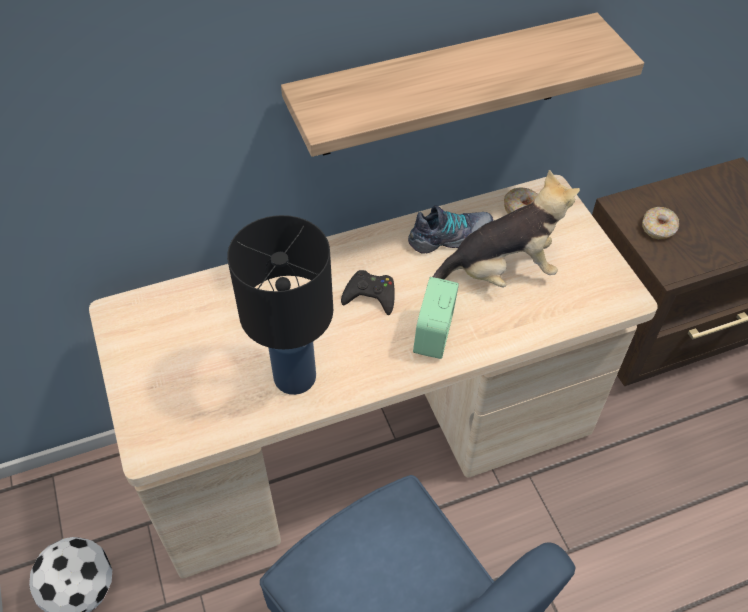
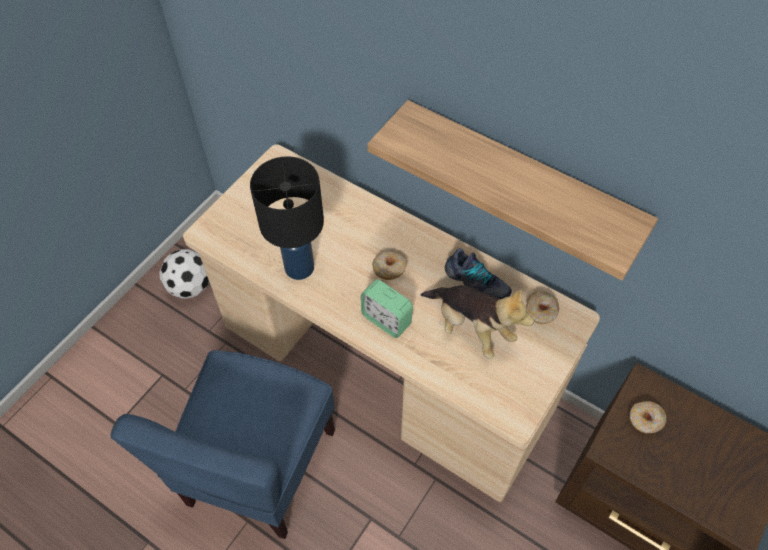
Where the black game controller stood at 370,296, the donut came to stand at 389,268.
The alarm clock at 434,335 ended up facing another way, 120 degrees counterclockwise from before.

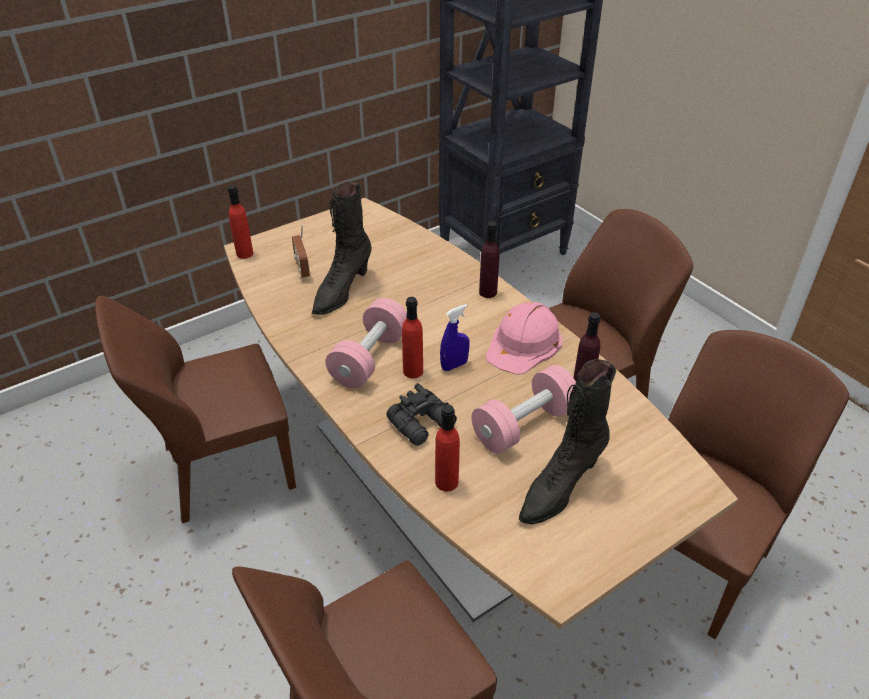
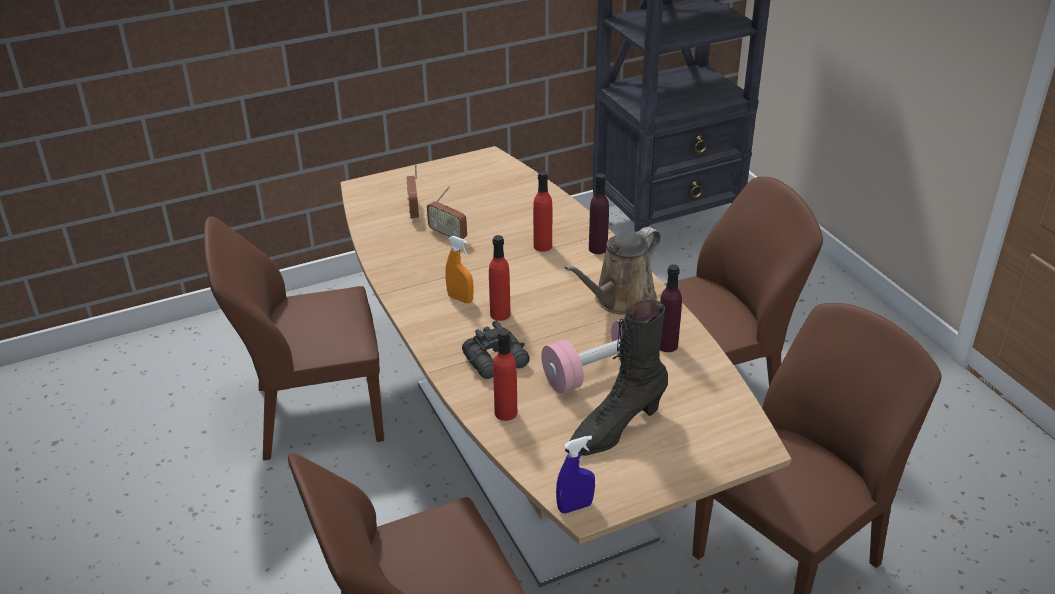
The red bottle ended up elsewhere, having gone from 244,254 to 542,246.
Where the black boot stood at 341,291, the radio came to stand at 448,235.
Where the pink dumbbell stood at 369,358, the orange spray bottle came to stand at 460,299.
The blue spray bottle ended up elsewhere, having gone from 454,365 to 575,507.
Where the pink hard hat stood at 524,344, the brown watering can came to stand at 620,300.

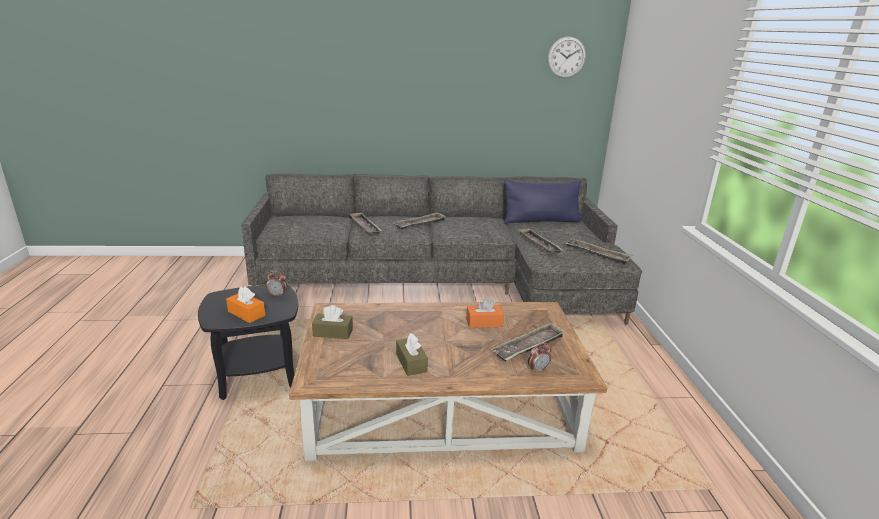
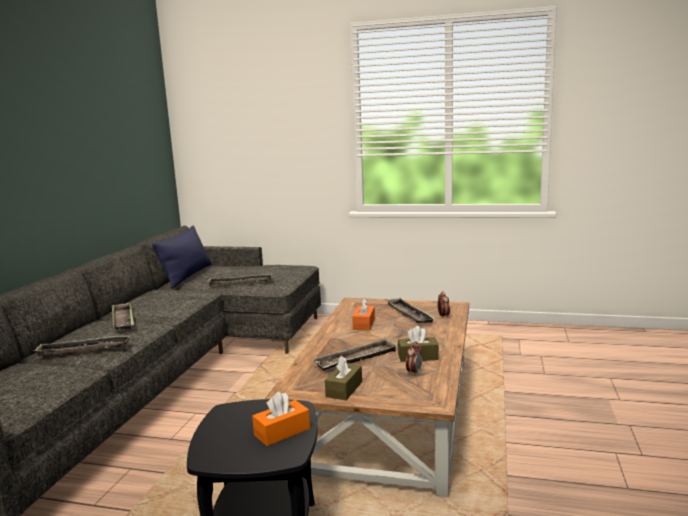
The alarm clock ended up elsewhere, having gone from 278,295 to 414,372.
The second view lost the wall clock at 566,57.
The tray ended up elsewhere, having gone from 597,254 to 356,359.

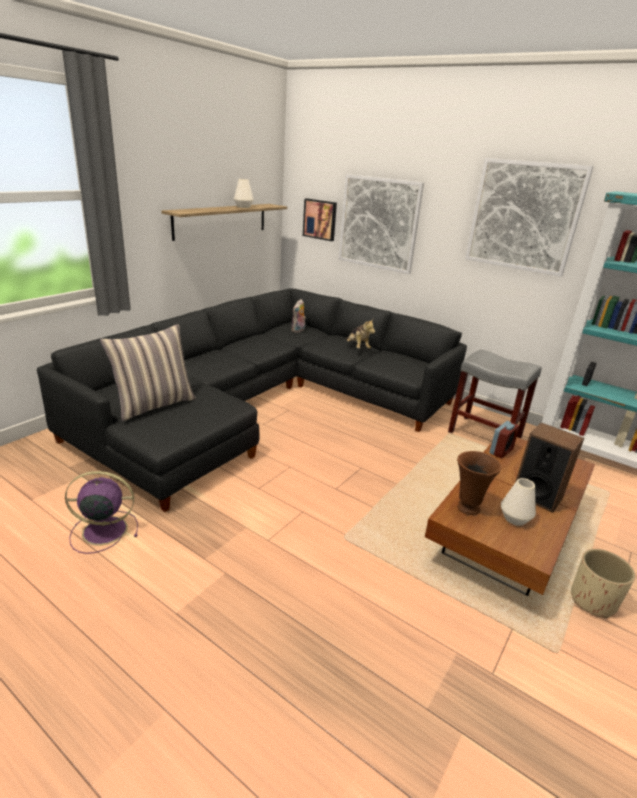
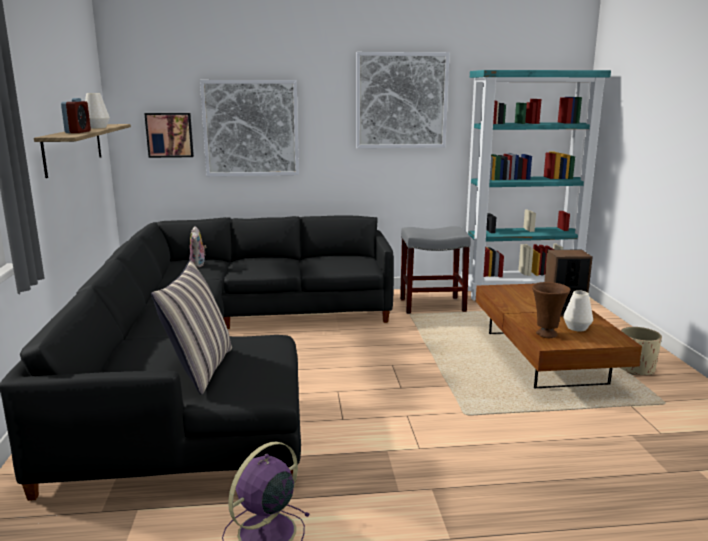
The second view lost the plush toy at 357,347.
The alarm clock ended up elsewhere, having gone from 501,451 to 78,132.

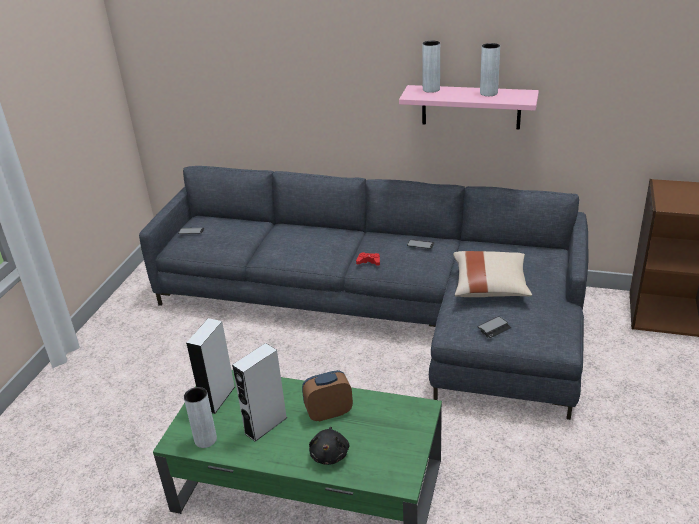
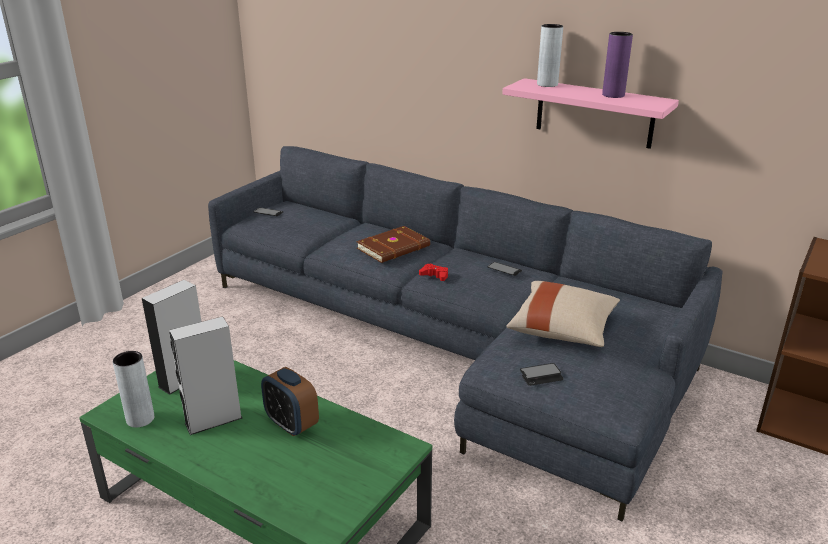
The alarm clock at 329,412 ended up facing another way, 135 degrees counterclockwise from before.
The second view lost the black plush toy at 330,454.
What was the grey vase at 488,93 turned into the purple vase at 613,95.
The second view gained the brown book at 394,248.

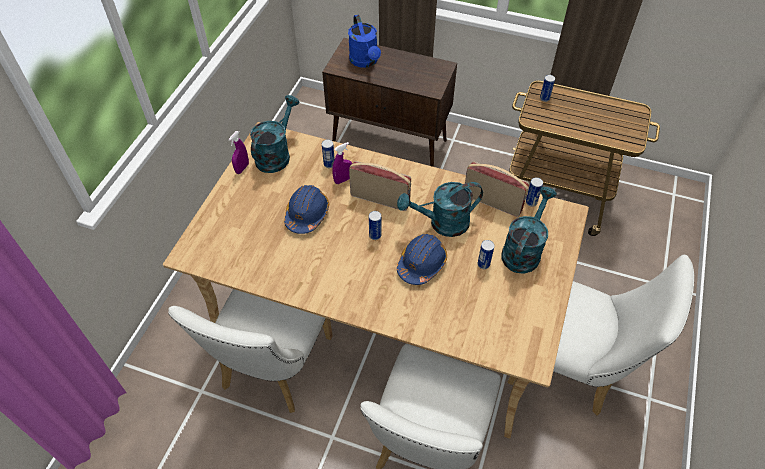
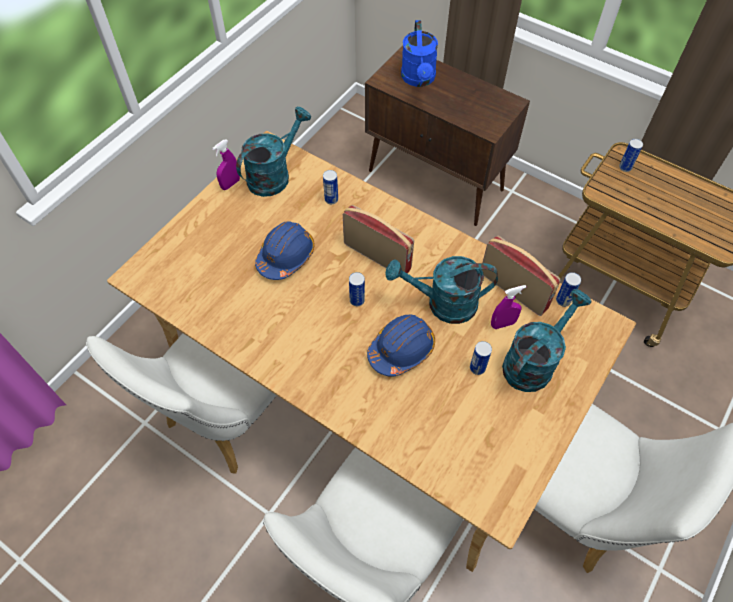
The purple spray bottle ended up elsewhere, having gone from 343,180 to 503,324.

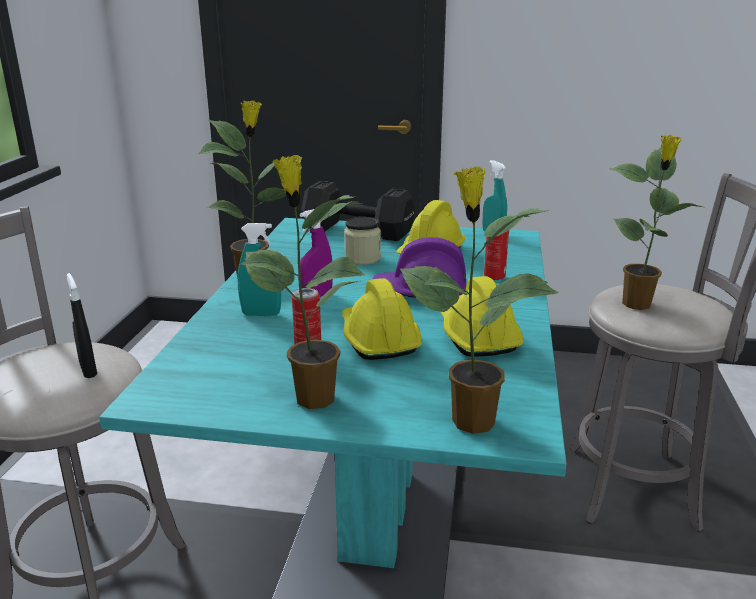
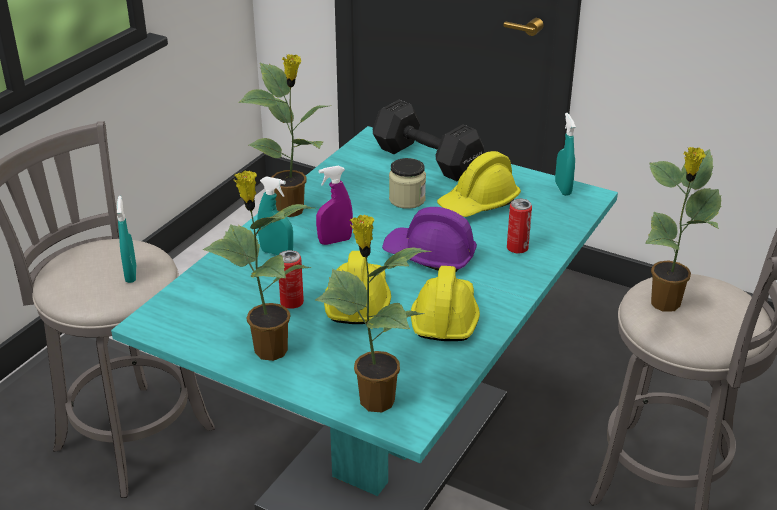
What was the black spray bottle at 88,370 turned into the turquoise spray bottle at 131,274.

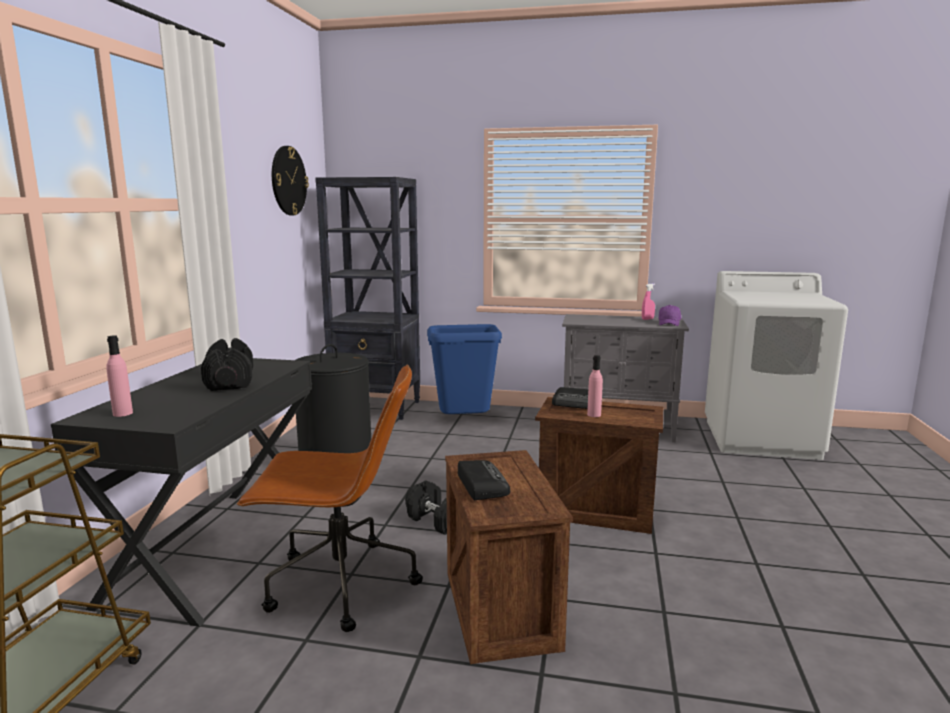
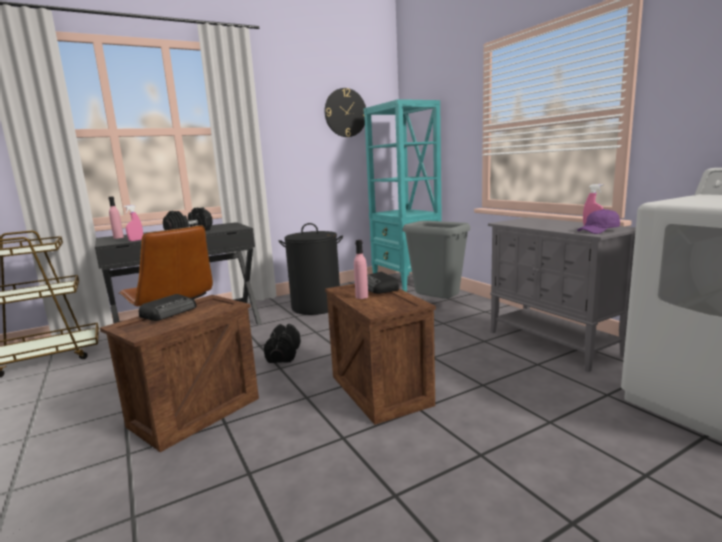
What was the black bookcase at 377,408 turned into the turquoise bookcase at 406,283.
What was the blue trash can at 464,423 turned into the grey trash can at 437,305.
The second view gained the pink spray bottle at 136,240.

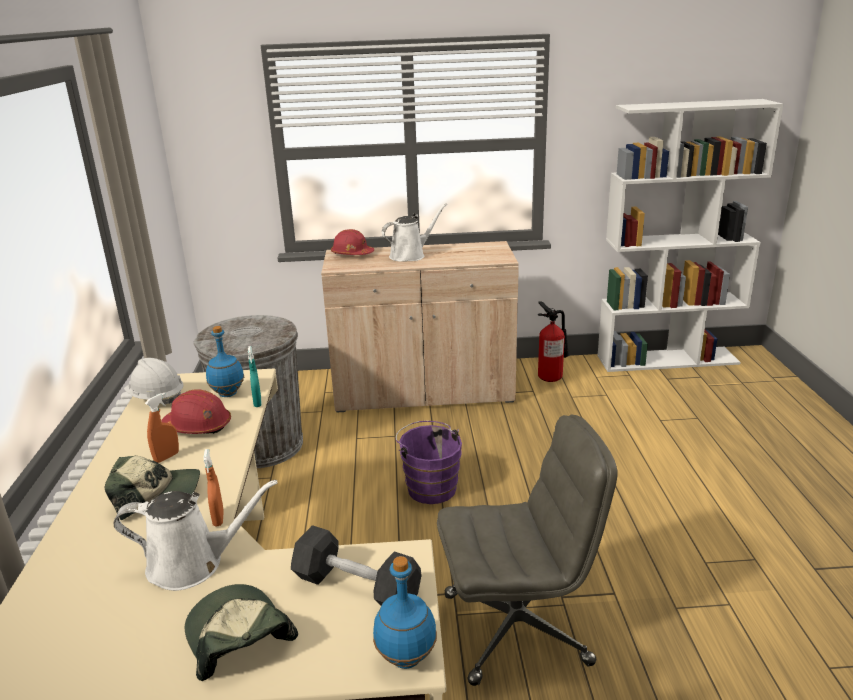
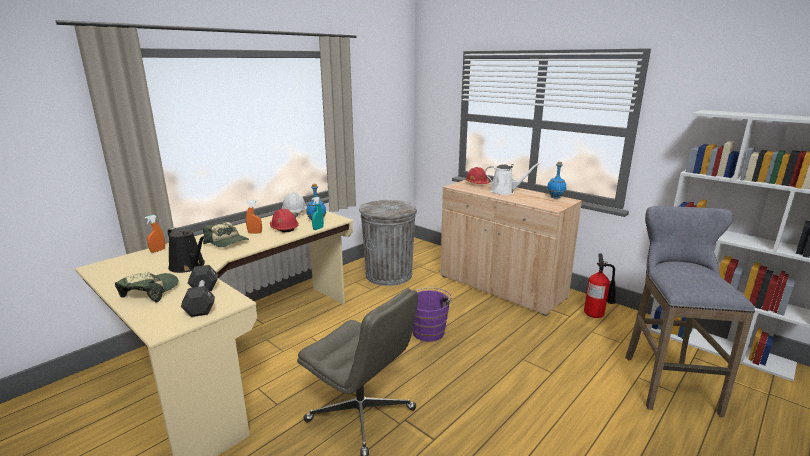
What was the white watering can at 193,564 turned into the black watering can at 189,266.
The orange spray bottle ended up elsewhere, having gone from 218,518 to 158,250.
The blue bottle ended up elsewhere, having gone from 407,657 to 555,197.
The second view gained the grey stool at 666,380.

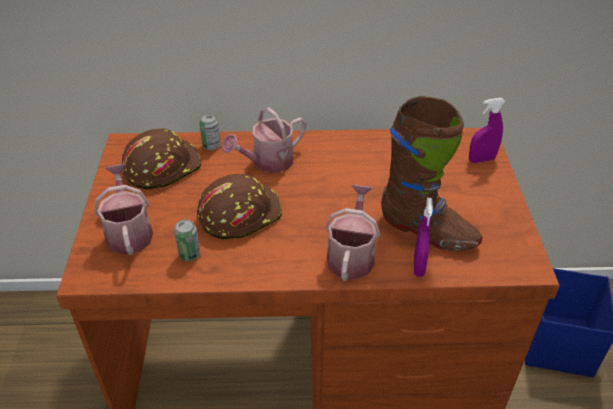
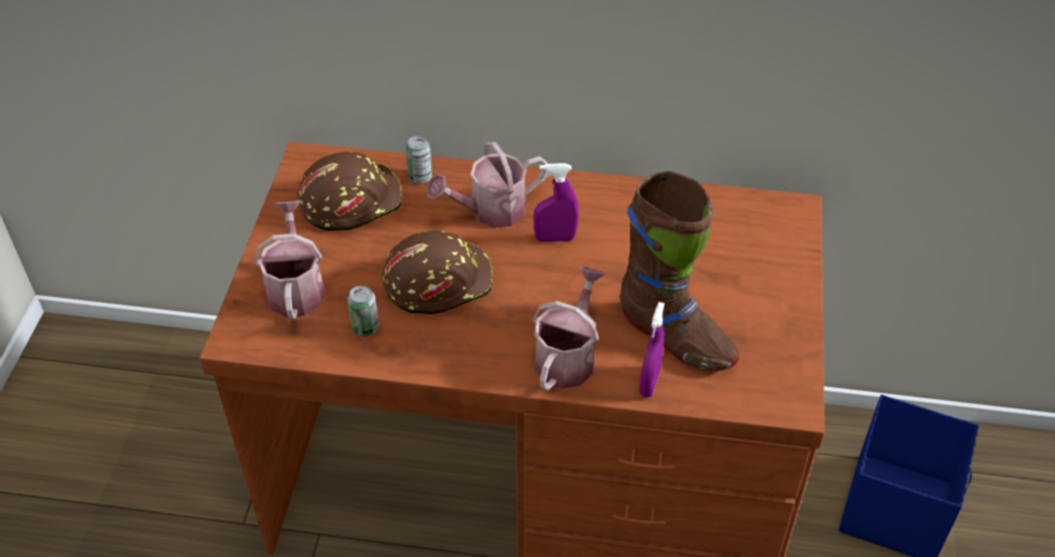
The purple spray bottle ended up elsewhere, having gone from 481,160 to 555,238.

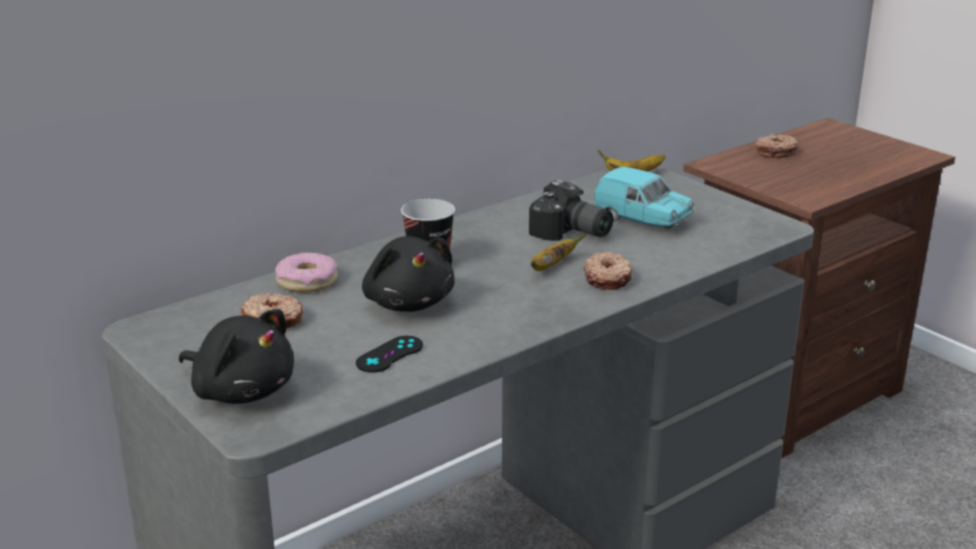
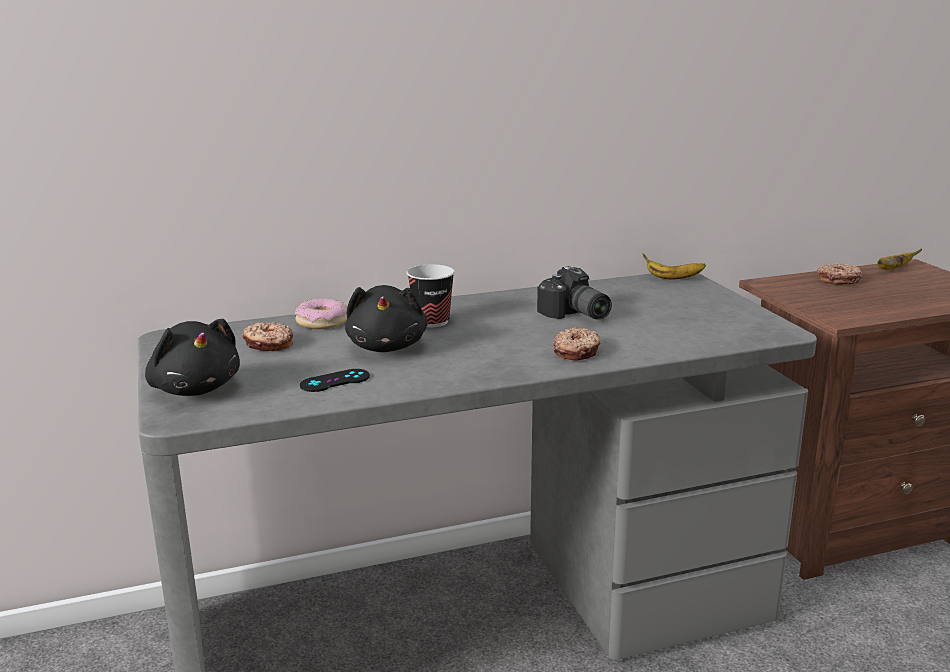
The banana ended up elsewhere, having gone from 552,266 to 892,269.
The second view lost the turquoise toy car at 642,220.

